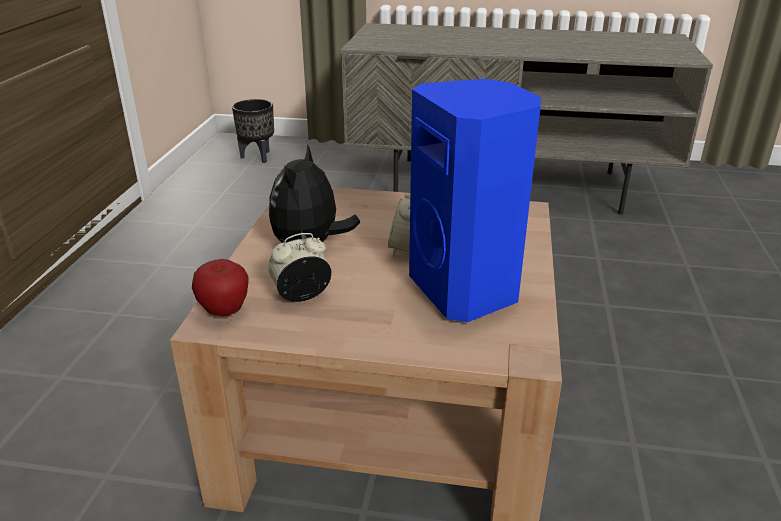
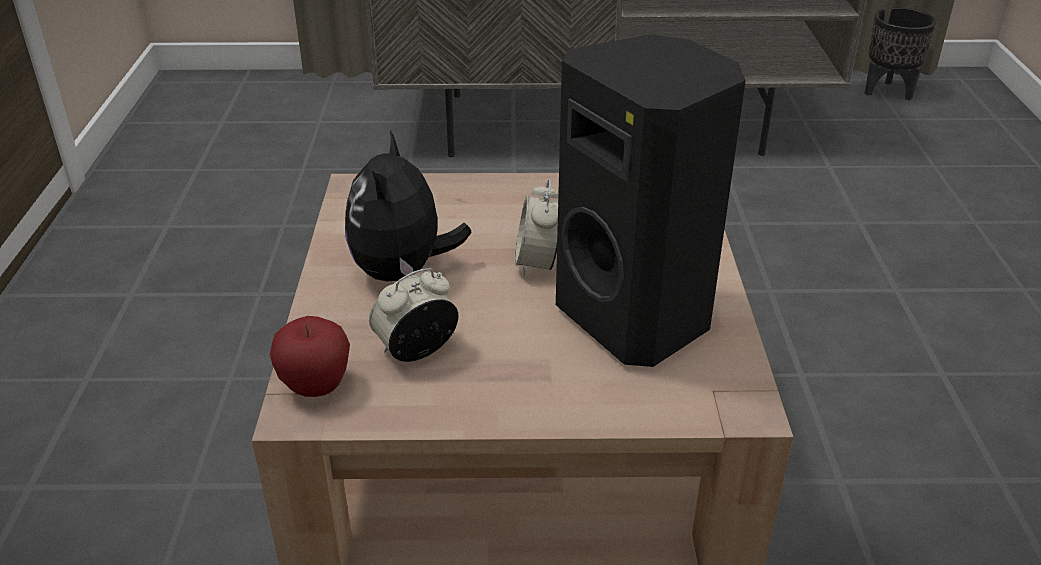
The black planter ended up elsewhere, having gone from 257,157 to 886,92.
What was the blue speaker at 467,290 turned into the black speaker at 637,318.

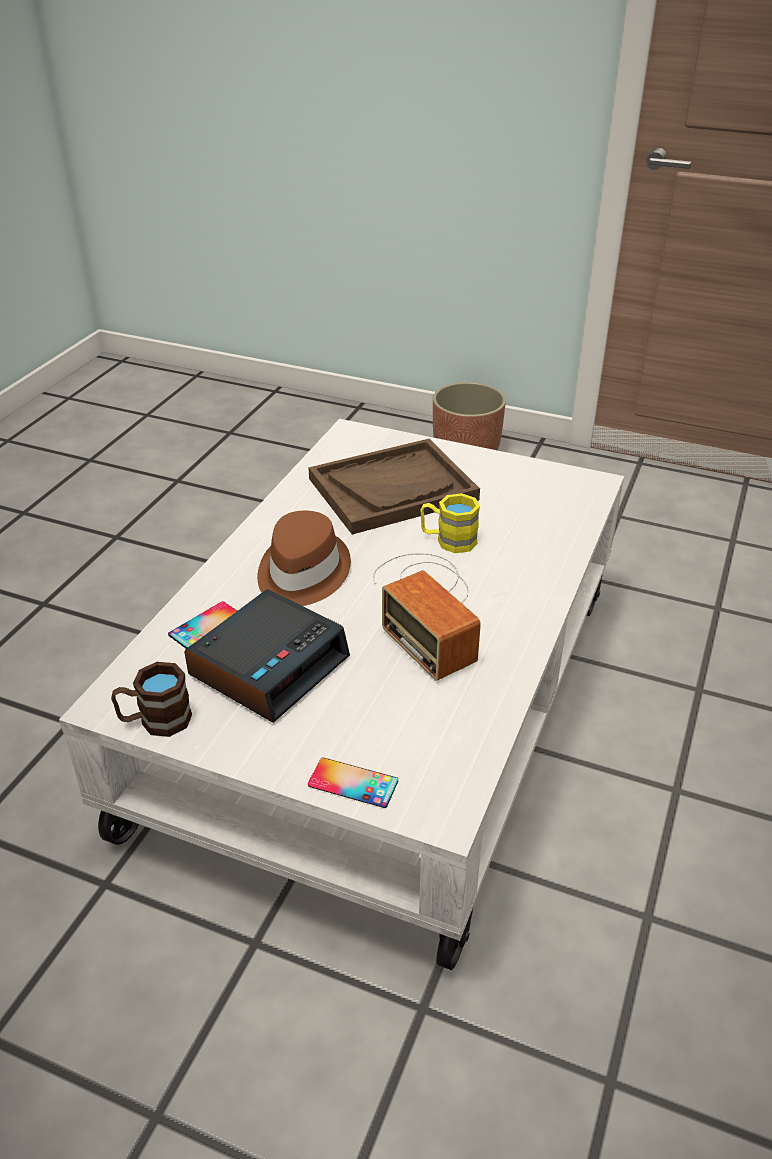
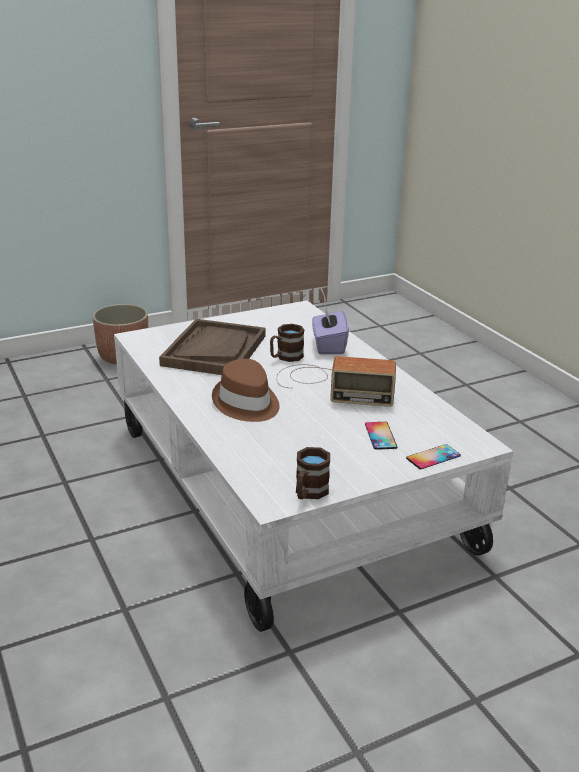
The phone ended up elsewhere, having gone from 205,625 to 380,436.
The second view lost the alarm clock at 269,665.
What was the yellow mug at 448,540 turned into the brown mug at 285,357.
The second view gained the purple tissue box at 328,346.

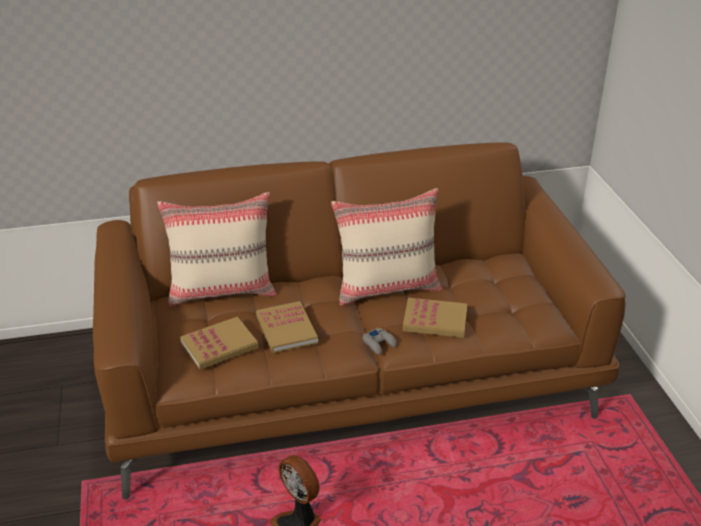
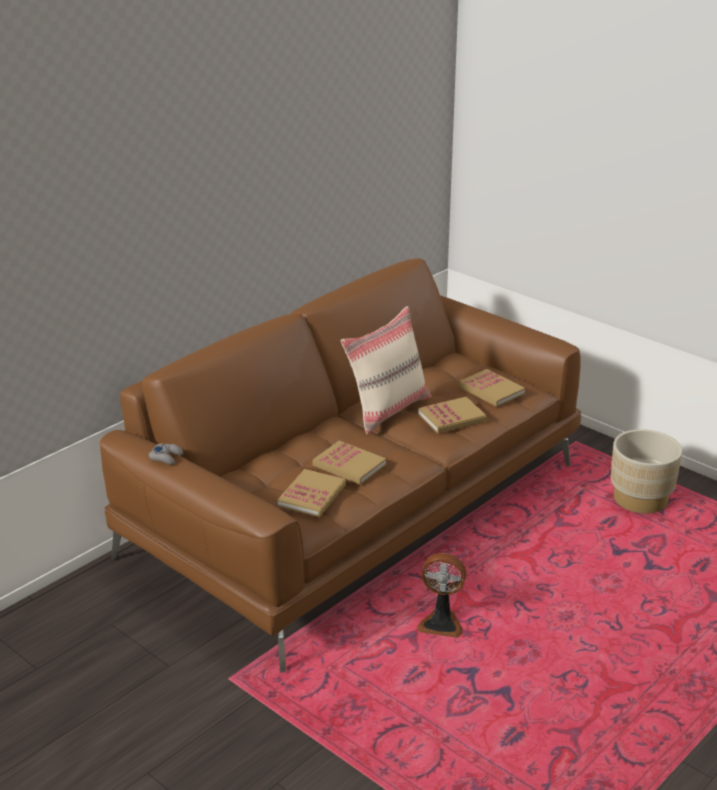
The second view lost the beige pillow at 222,291.
The grey game controller ended up elsewhere, having gone from 379,344 to 166,457.
The second view gained the book at 491,390.
The second view gained the beige planter at 640,499.

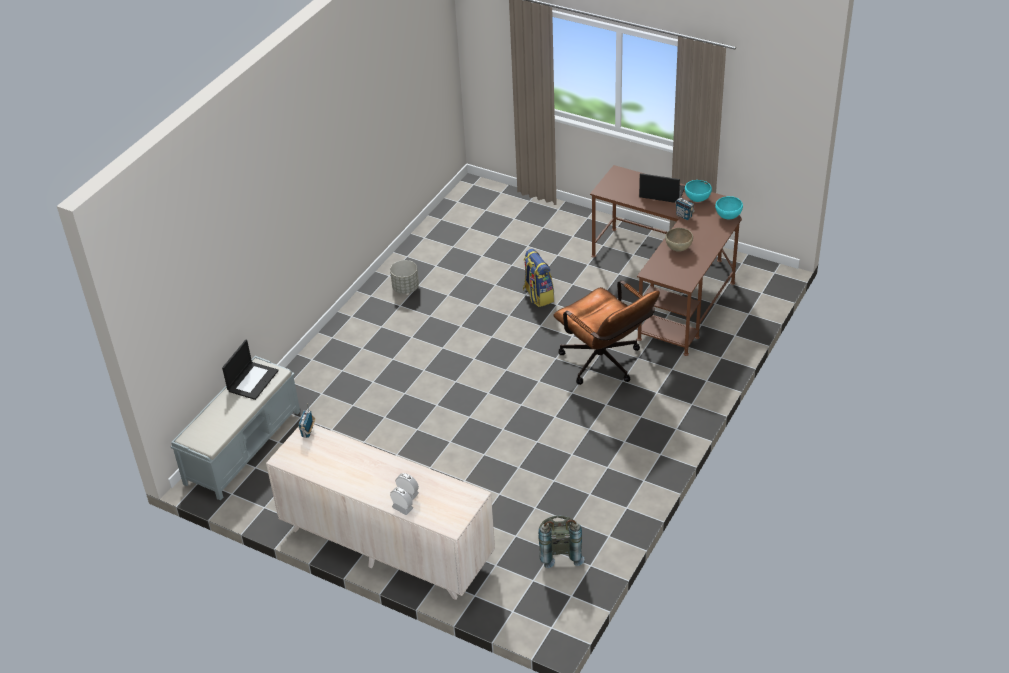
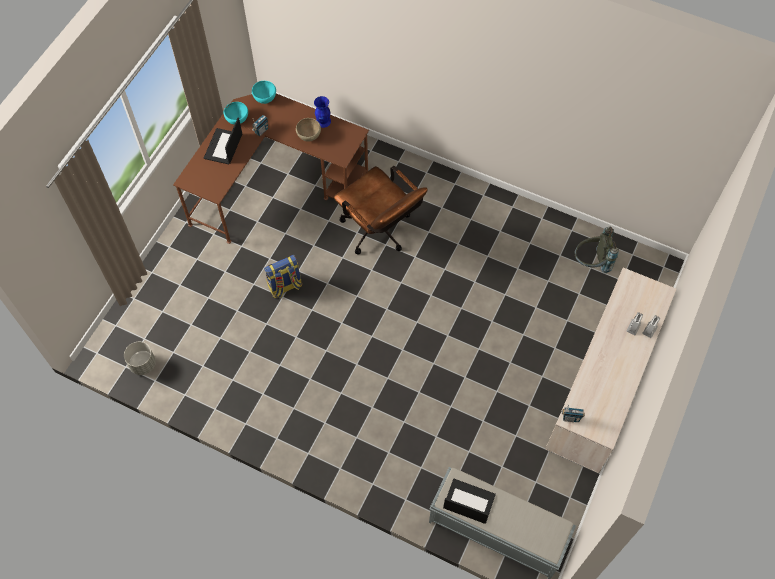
The grey planter ended up elsewhere, having gone from 405,288 to 142,364.
The brown office chair at 605,365 ended up facing another way, 90 degrees clockwise from before.
The second view gained the blue vase at 323,121.

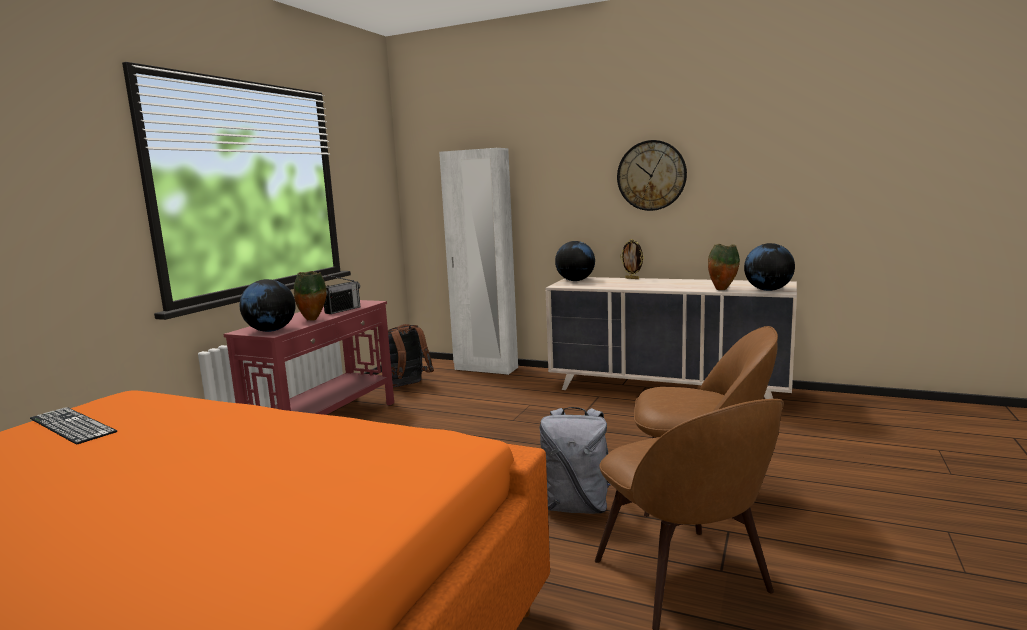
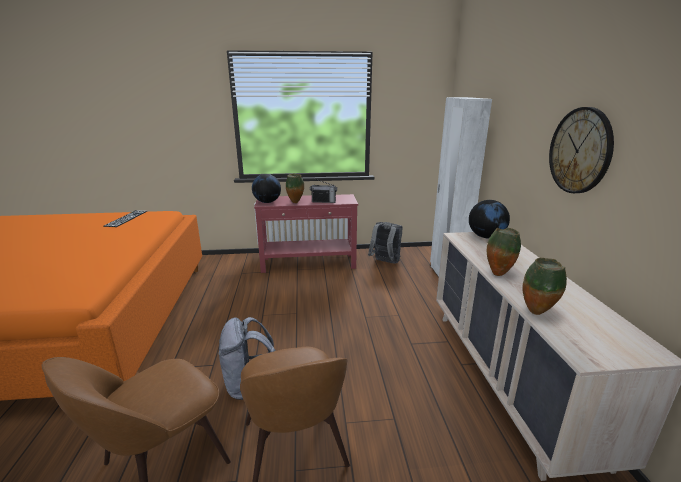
What was the brown backpack at 407,386 turned into the grey backpack at 385,262.
The second view lost the picture frame at 632,278.
The second view lost the globe at 768,290.
The second view gained the vase at 498,274.

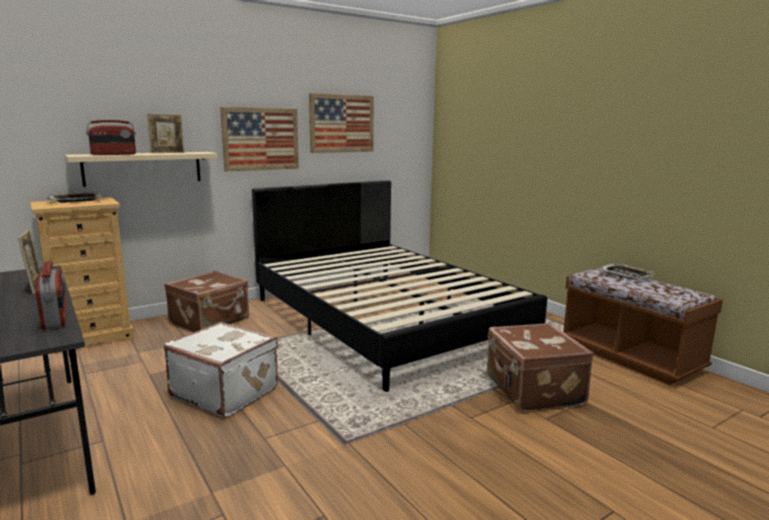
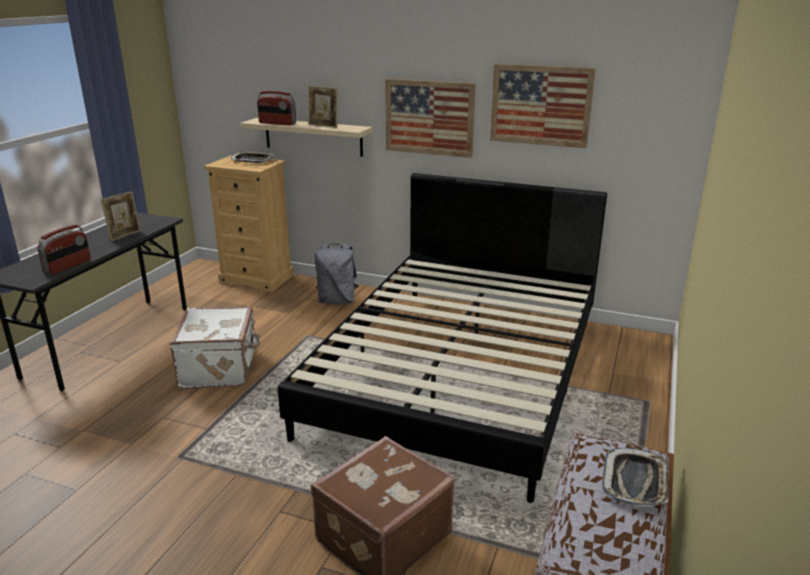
Where the brown suitcase stood at 210,321, the grey backpack came to stand at 337,300.

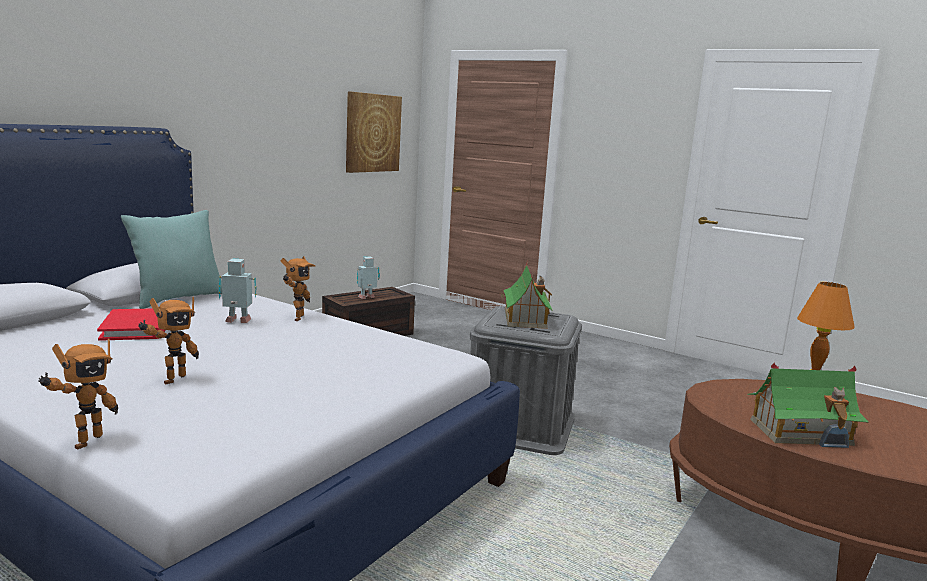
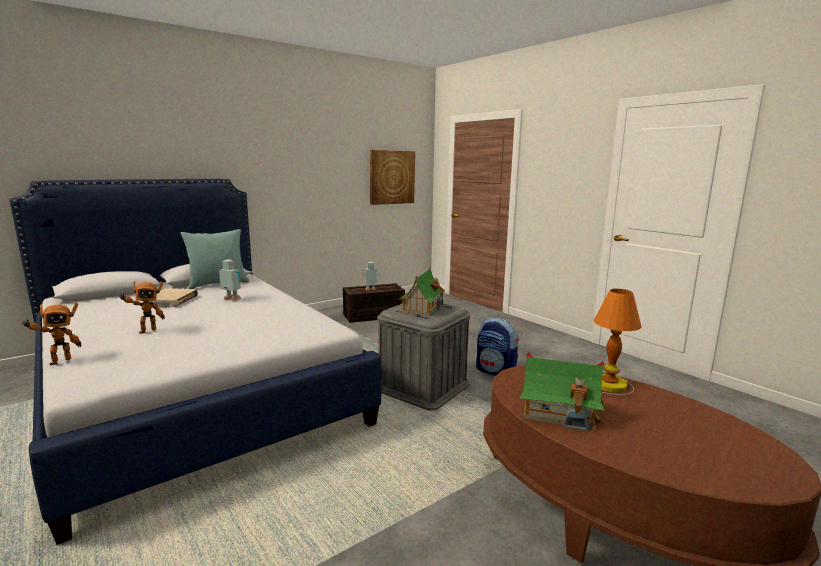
What was the red book at 137,328 turned into the beige book at 171,300.
The second view lost the toy robot at 296,318.
The second view gained the backpack at 496,372.

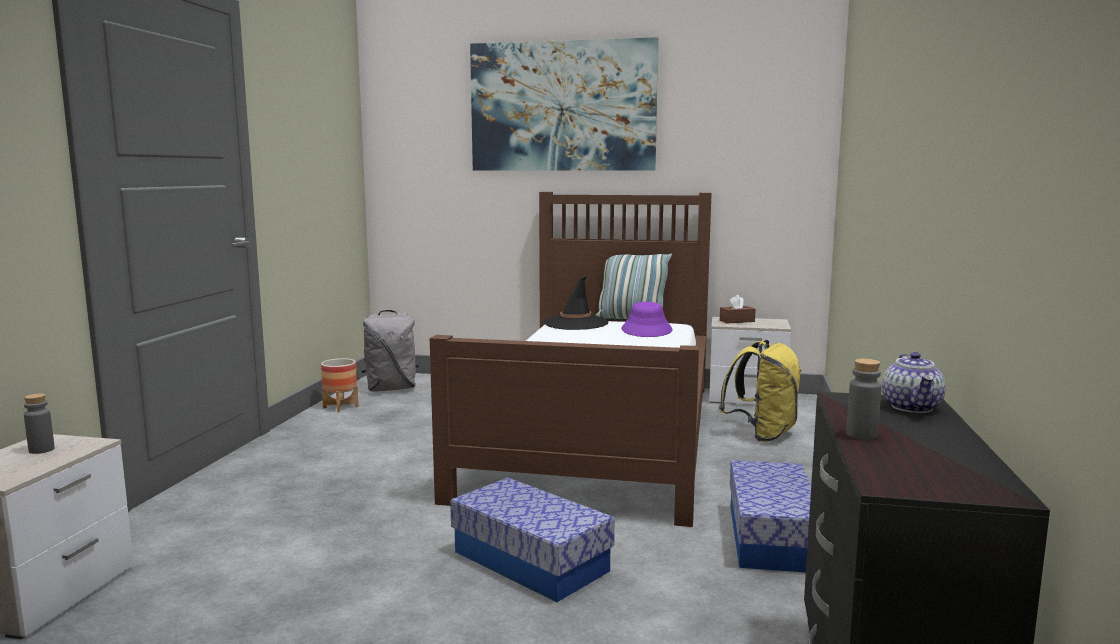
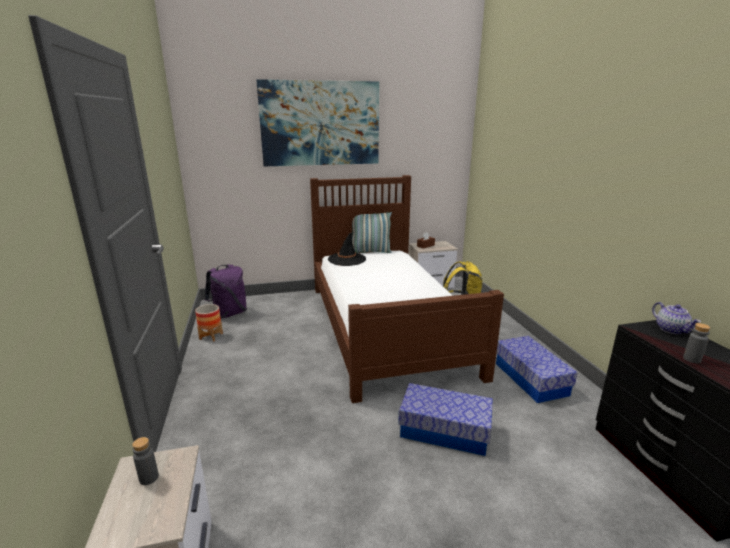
What was the grey backpack at 391,389 turned into the purple backpack at 229,314.
The second view lost the purple hat at 647,330.

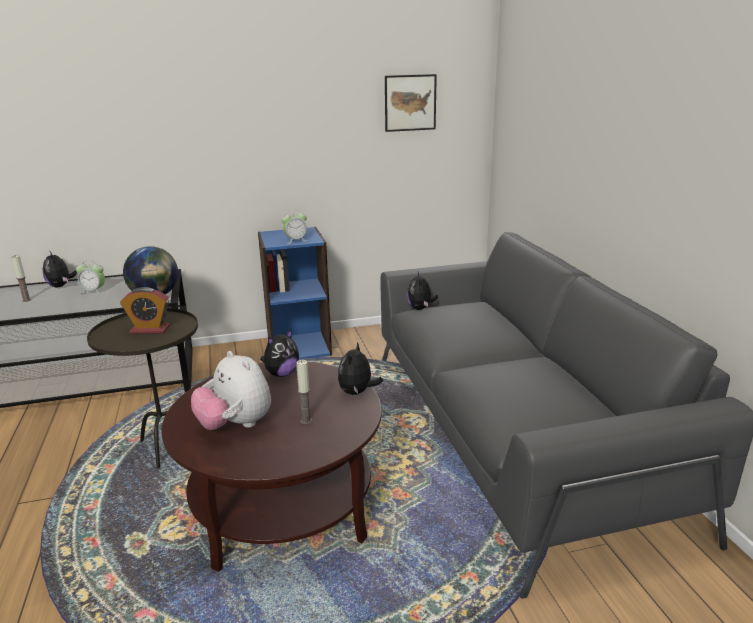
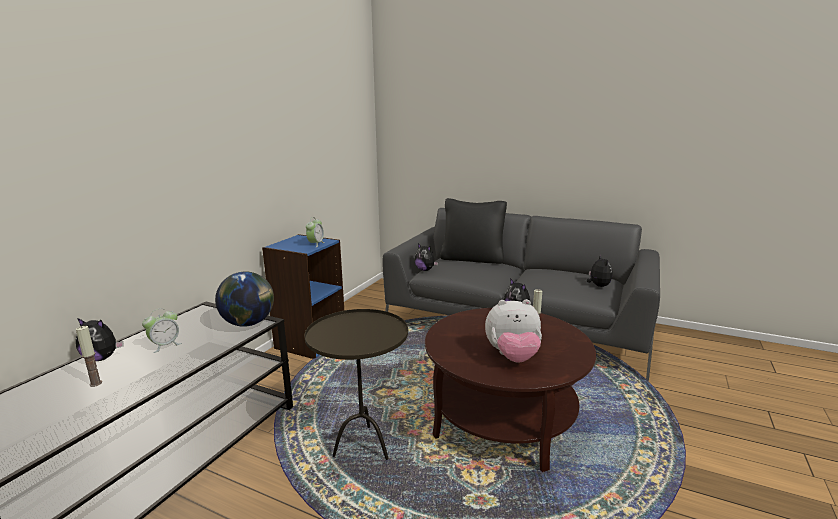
The second view lost the alarm clock at 150,329.
The plush toy ended up elsewhere, having gone from 281,374 to 598,286.
The second view lost the picture at 410,103.
The second view gained the black pillow at 472,259.

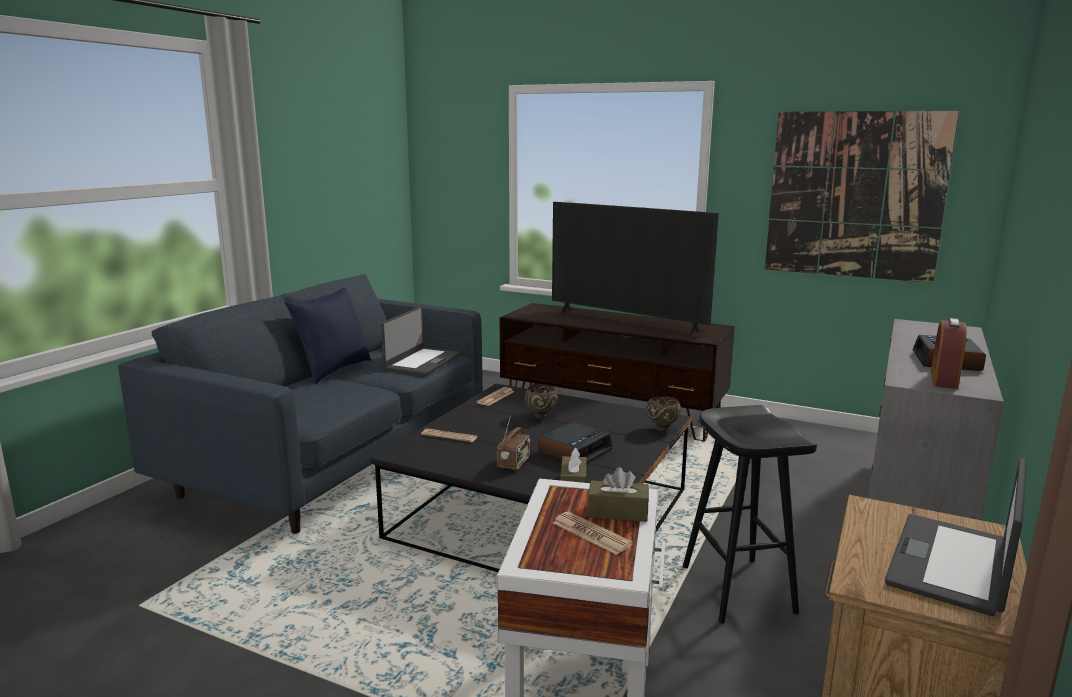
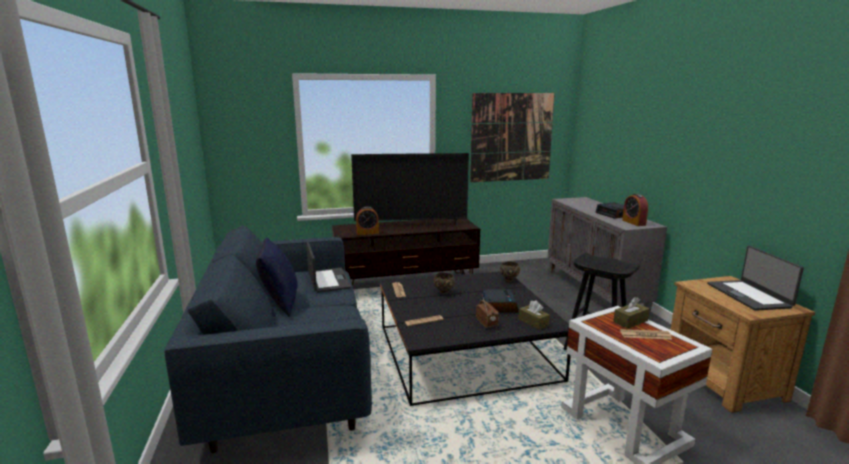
The second view gained the alarm clock at 367,233.

